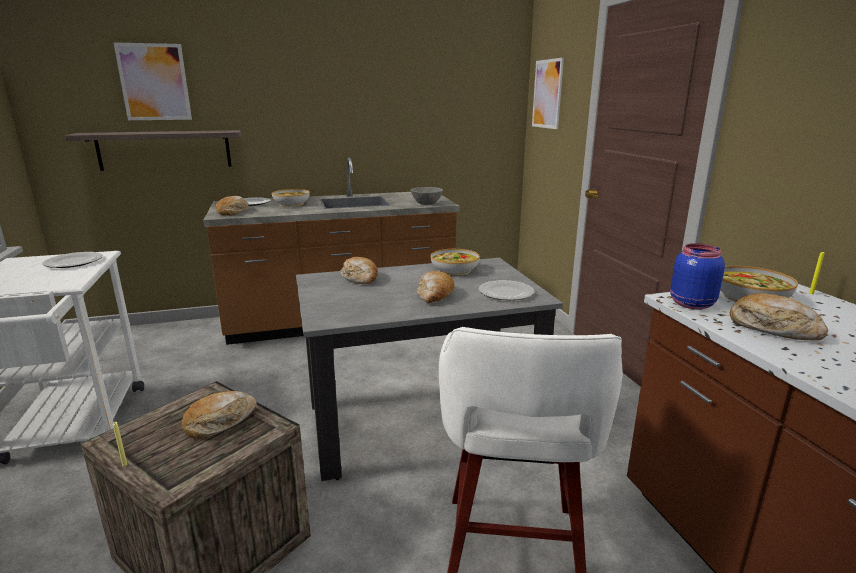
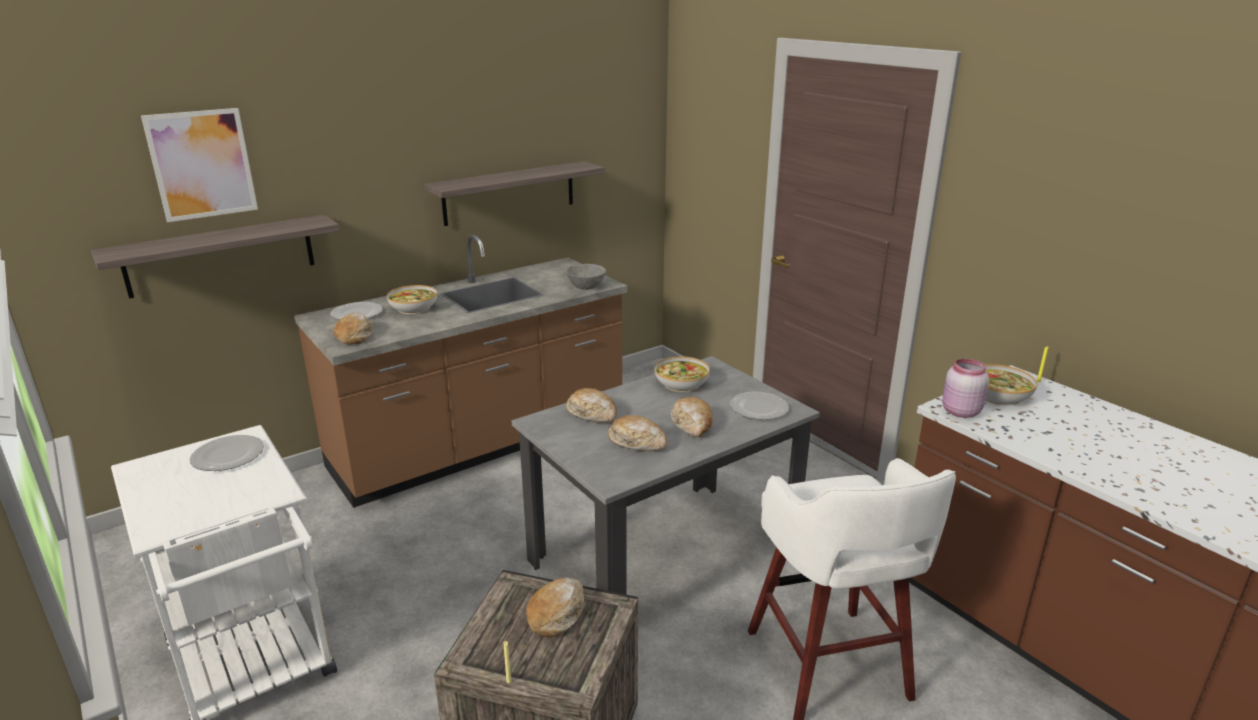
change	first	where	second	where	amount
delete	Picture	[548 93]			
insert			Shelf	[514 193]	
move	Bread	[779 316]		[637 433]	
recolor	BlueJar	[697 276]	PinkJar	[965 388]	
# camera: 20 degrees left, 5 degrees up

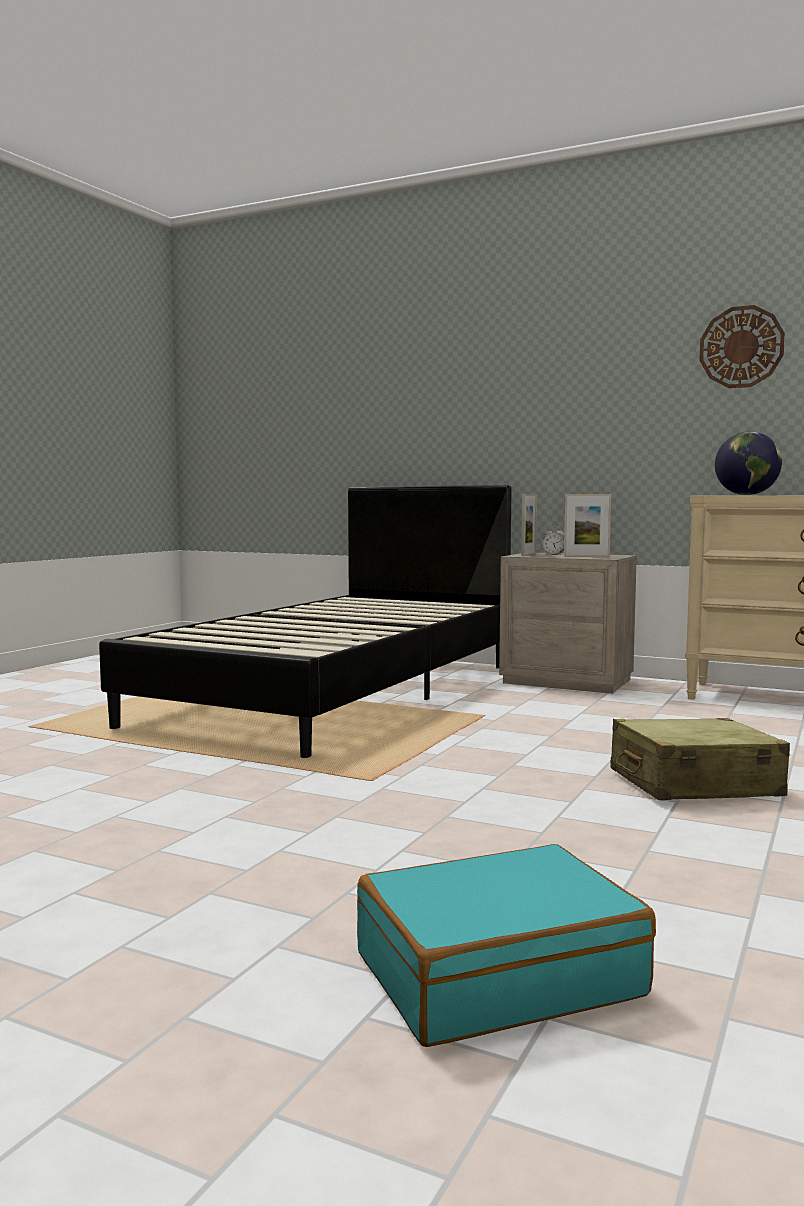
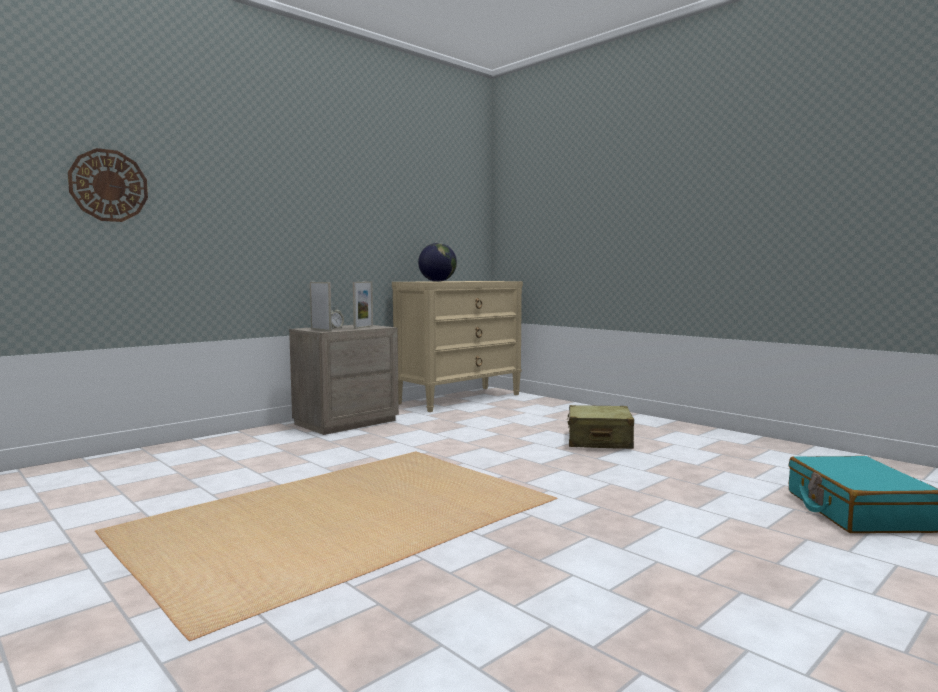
change	first	where	second	where	amount
delete	BlackBed	[305 621]			
move	WallClock	[742 346]		[108 185]	
# camera: 70 degrees left, 0 degrees up

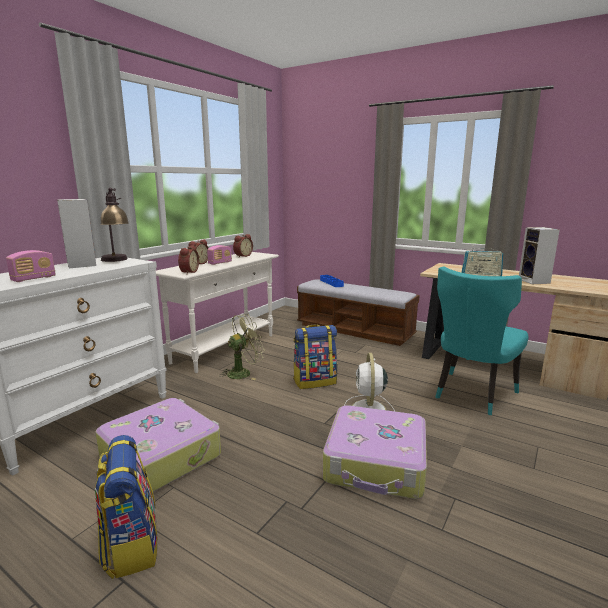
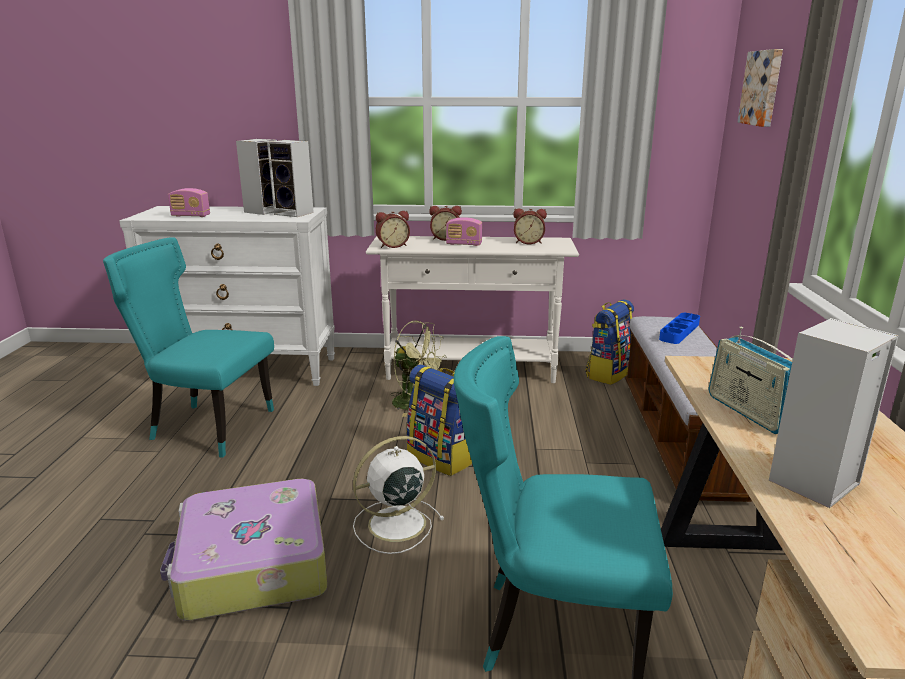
change	first	where	second	where	amount
insert			Picture	[760 88]	
move	Backpack	[126 507]		[610 342]	
replace	Suitcase	[158 445]	TurquoiseChair	[188 347]	
replace	TableLamp	[114 225]	Speaker	[290 178]	
# camera: 60 degrees right, 5 degrees up

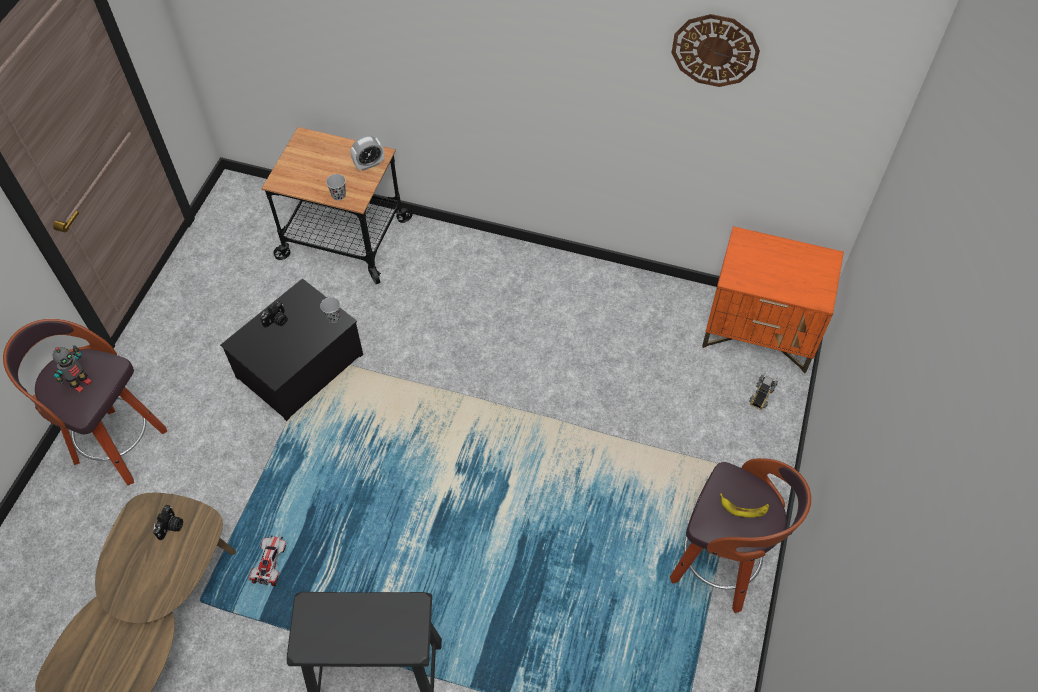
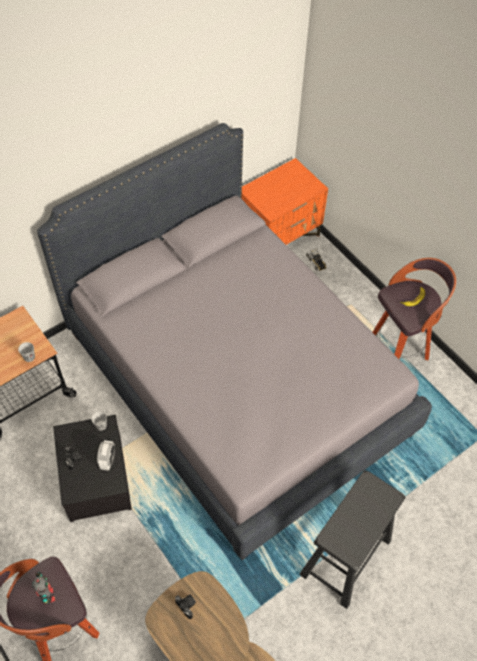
change	first	where	second	where	amount
delete	ToyCar	[267 560]			
delete	WallClock	[716 50]			
insert			GreyBed	[234 341]	
move	AlarmClock	[367 153]		[106 455]	
# camera: 55 degrees left, 0 degrees up

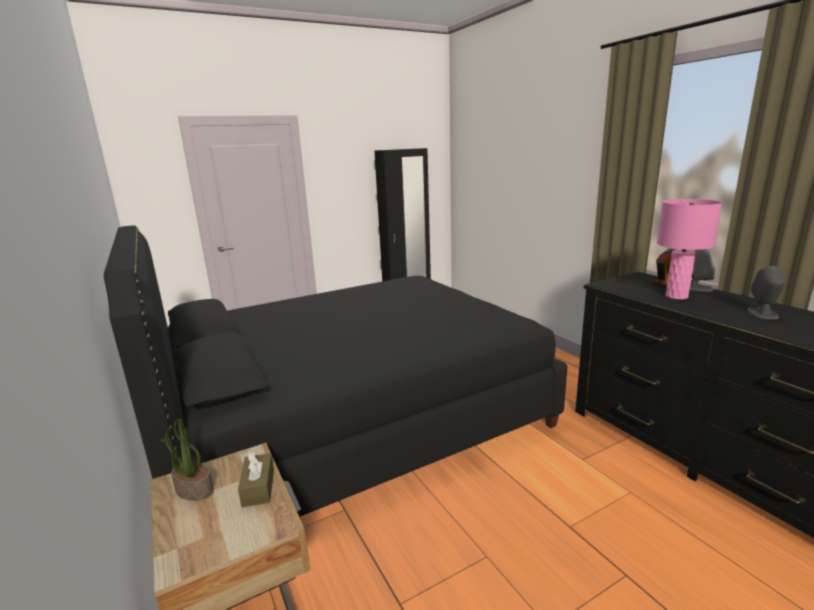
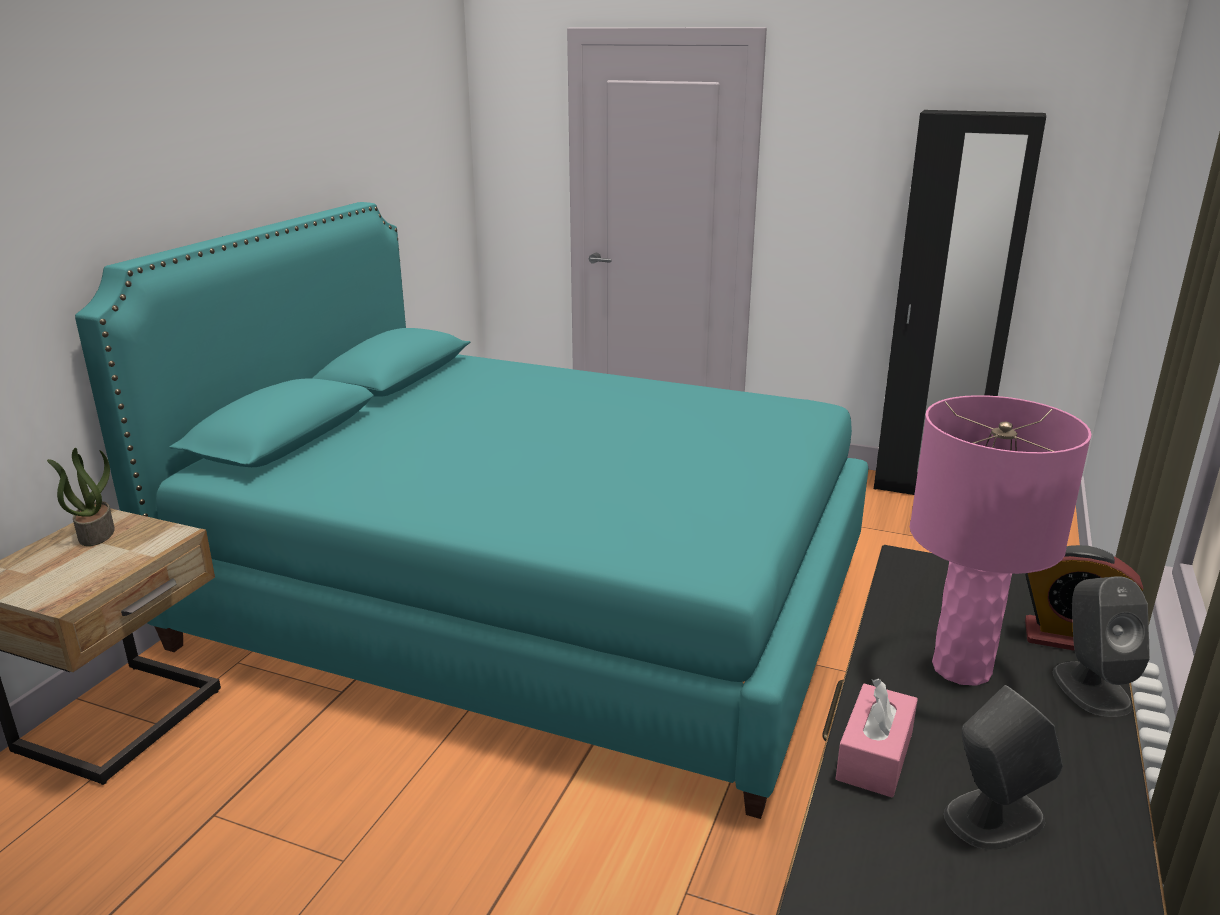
change	first	where	second	where	amount
delete	BrownTissueBox	[256 479]			
insert			PinkTissueBox	[877 737]	
recolor	BlackBed	[335 371]	TurquoiseBed	[472 510]	
# camera: 50 degrees right, 5 degrees up

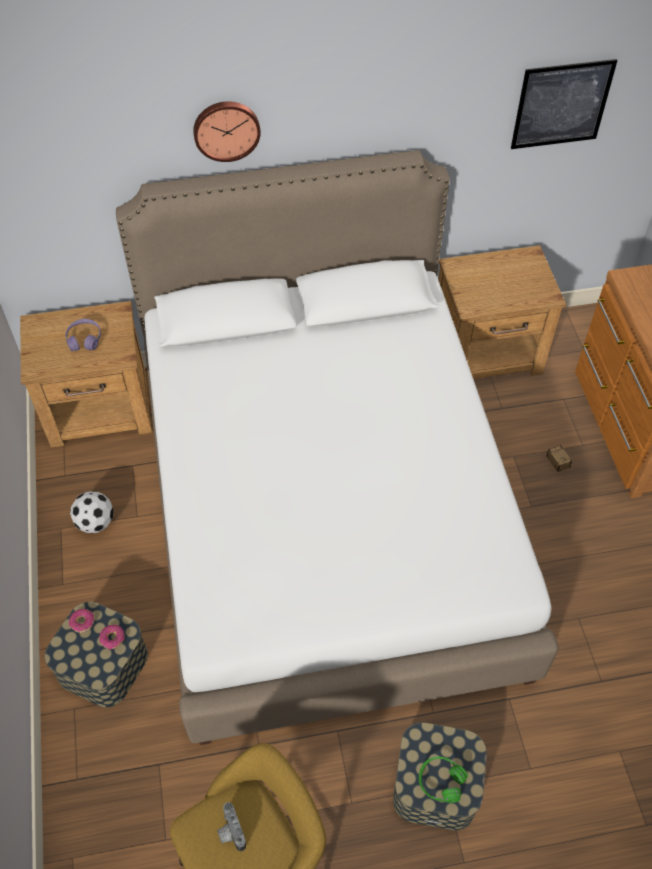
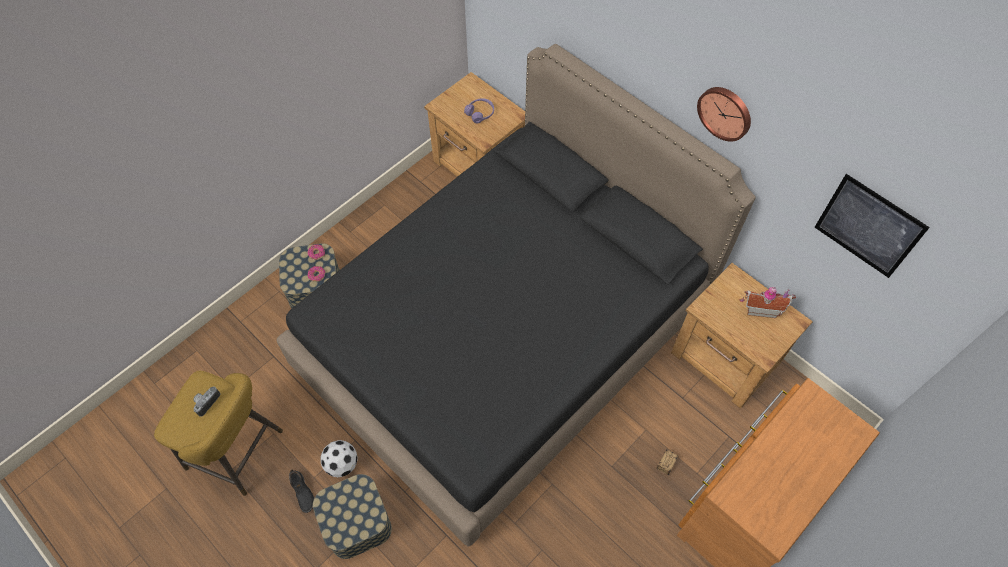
change	first	where	second	where	amount
delete	GreenHeadphones	[443 779]			
insert			BlackShoe	[301 491]	
insert			ToyHouse	[768 302]	
move	Football	[92 512]		[338 458]	
move	WallClock	[227 131]		[724 114]	
recolor	WhiteBed	[337 447]	BlackBed	[516 295]	
# camera: 55 degrees right, 5 degrees up

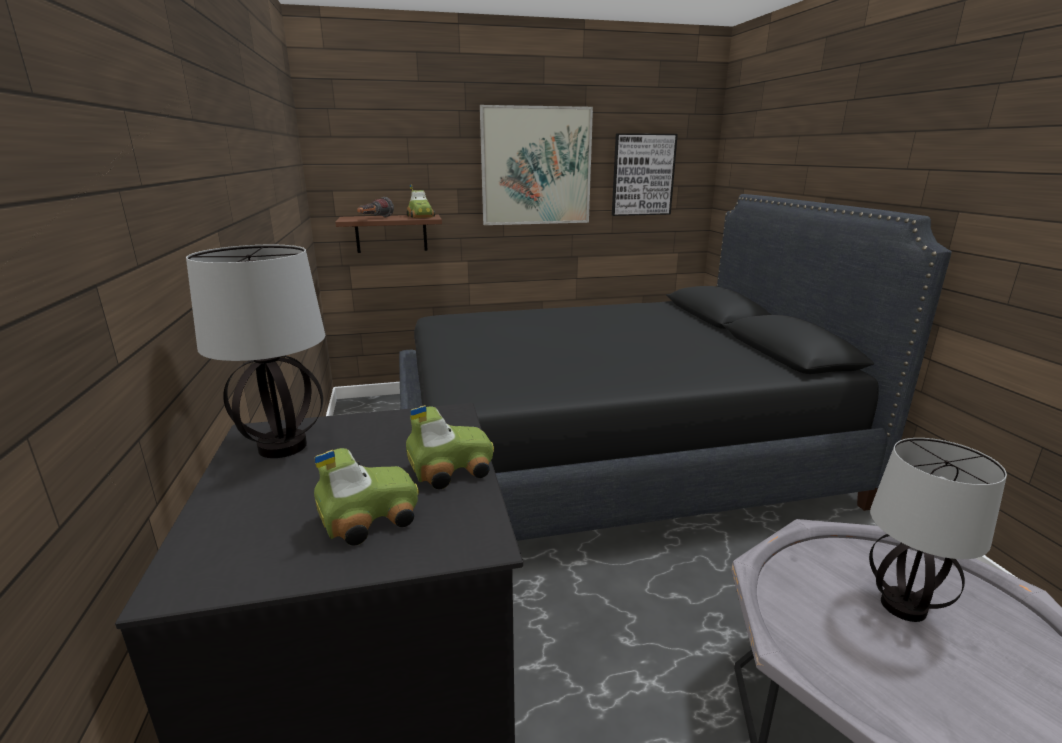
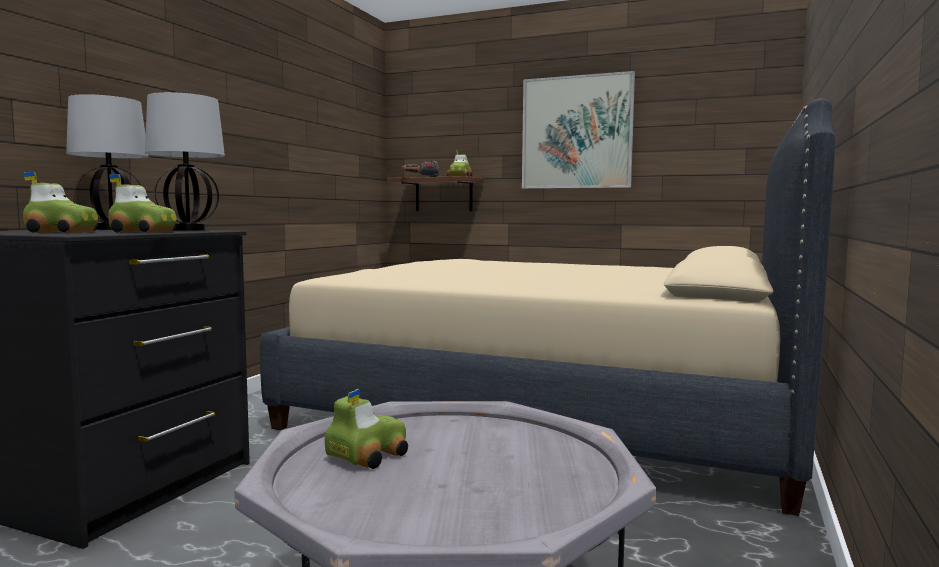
change	first	where	second	where	amount
delete	Picture	[645 174]			
insert			ToyCar	[366 429]	
move	TableLamp	[938 530]		[185 161]	
recolor	BlackBed	[675 367]	BeigeBed	[547 307]	
# camera: 35 degrees right, 15 degrees down

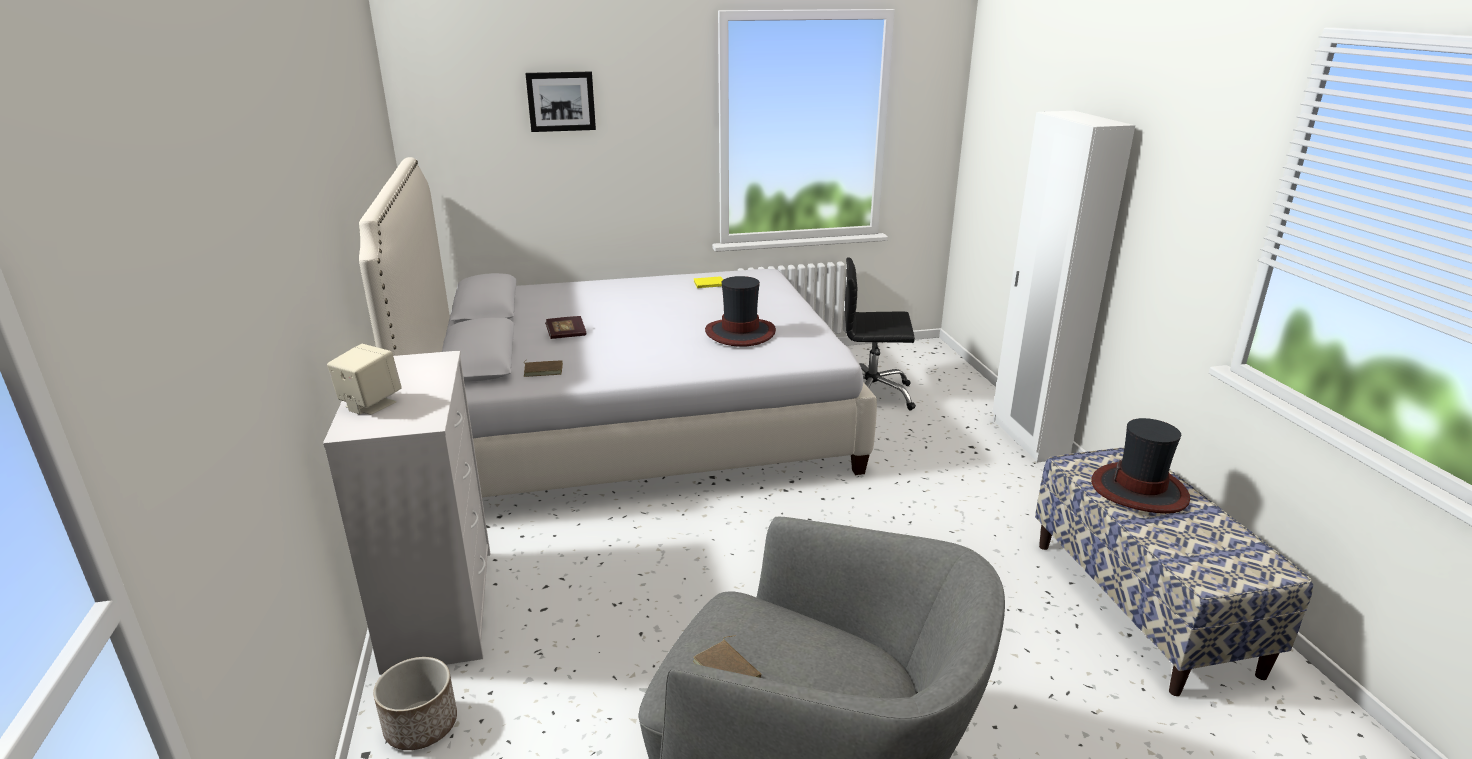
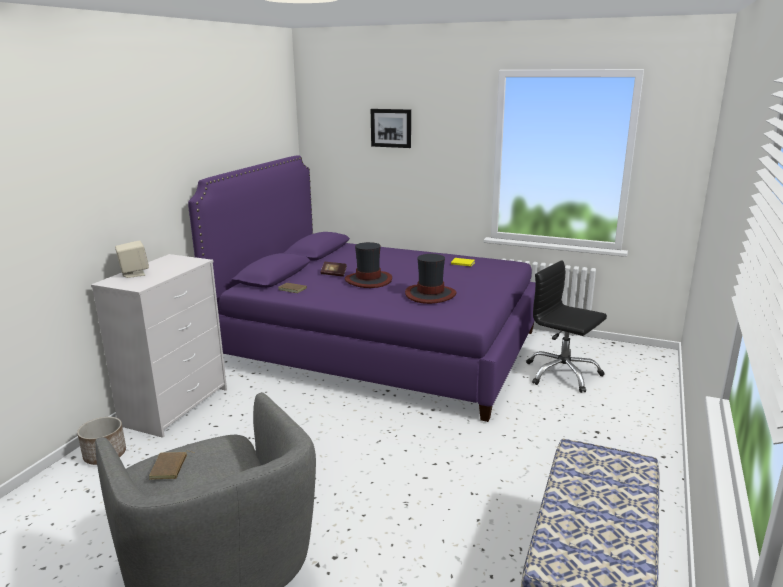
change	first	where	second	where	amount
delete	WhiteWardrobe	[1064 286]			
move	Hat	[1140 466]		[368 265]	
recolor	WhiteBed	[618 327]	PurpleBed	[361 288]	
# camera: 35 degrees right, 5 degrees down

